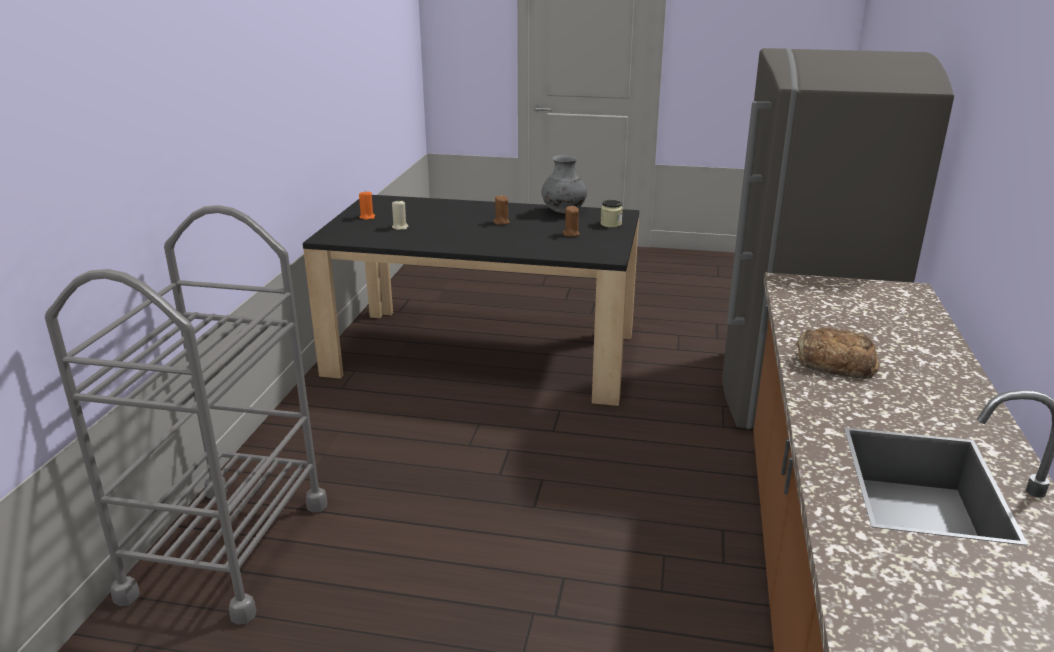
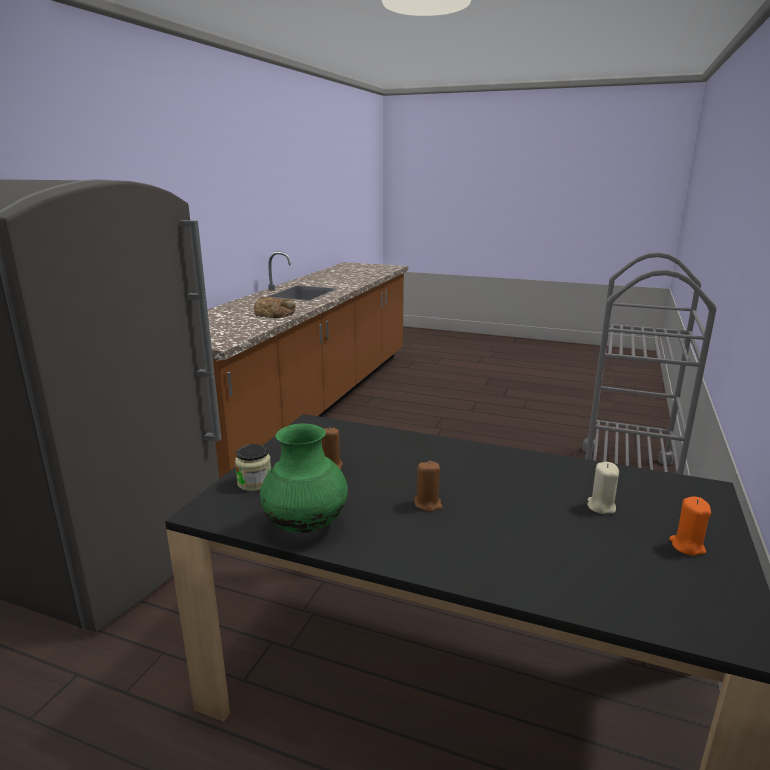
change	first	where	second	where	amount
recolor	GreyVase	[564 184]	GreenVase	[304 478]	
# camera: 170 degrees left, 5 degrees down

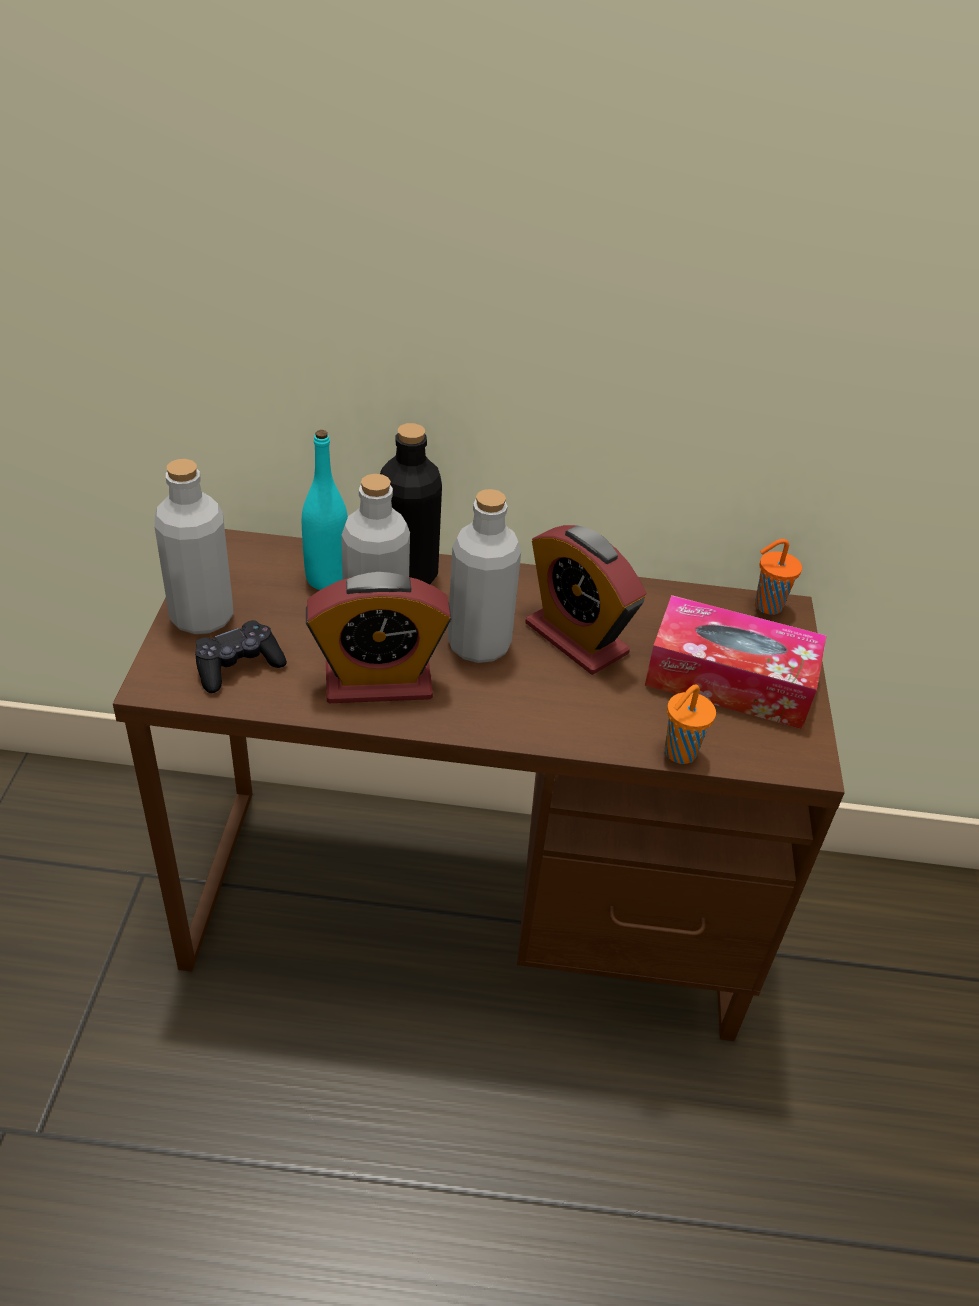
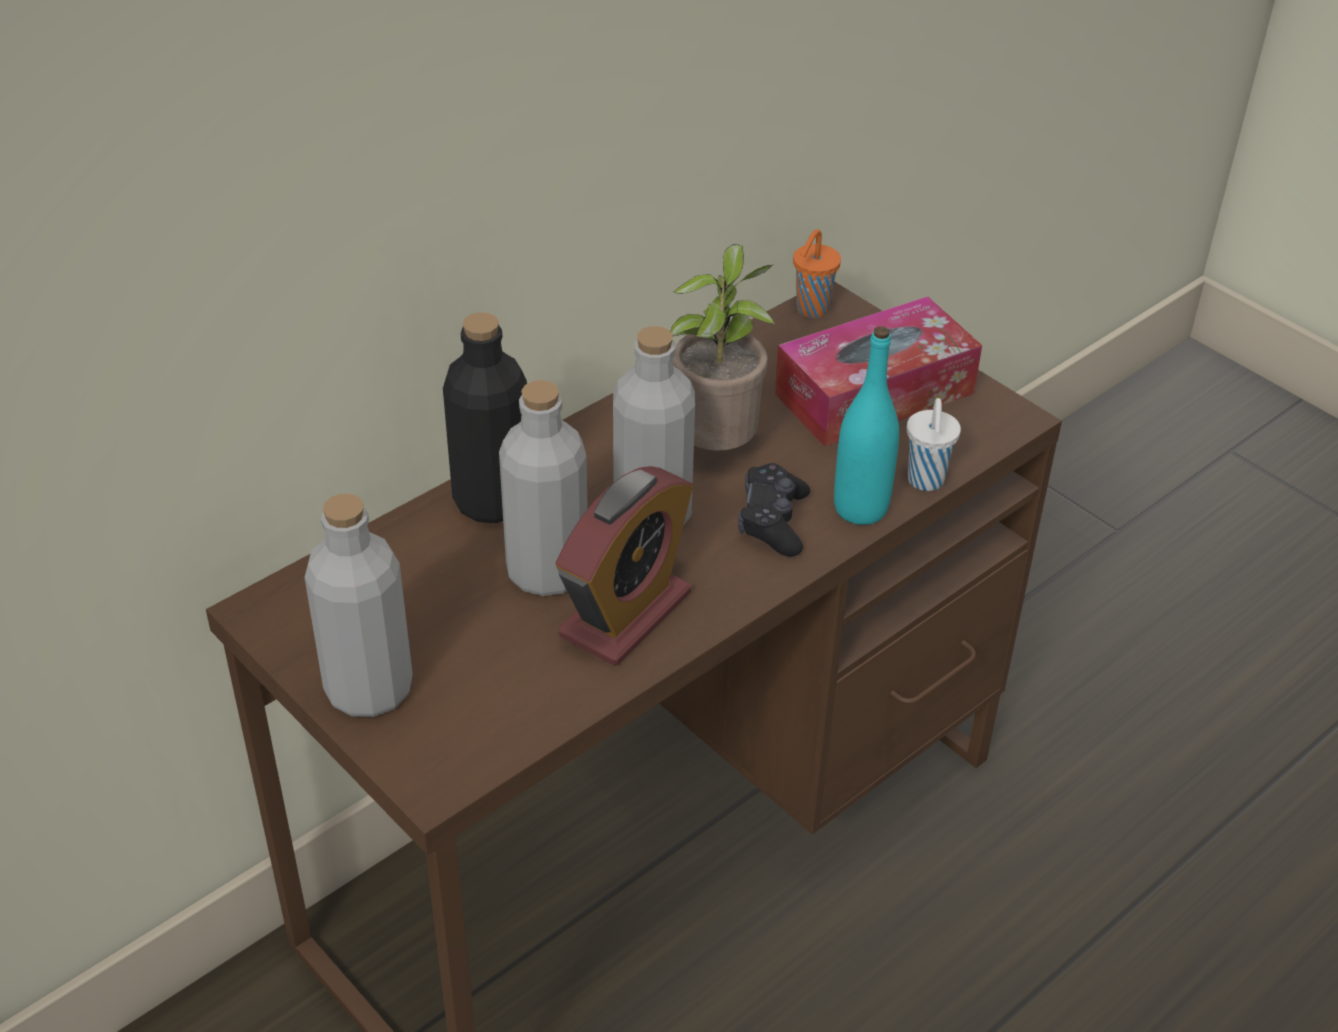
change	first	where	second	where	amount
move	BlackGameController	[241 656]		[774 509]	
move	TurquoiseBottle	[325 510]		[866 425]	
replace	AlarmClock	[586 600]	PottedPlant	[722 347]	
recolor	OrangeCup	[690 724]	WhiteCup	[934 444]	
# camera: 45 degrees left, 0 degrees up

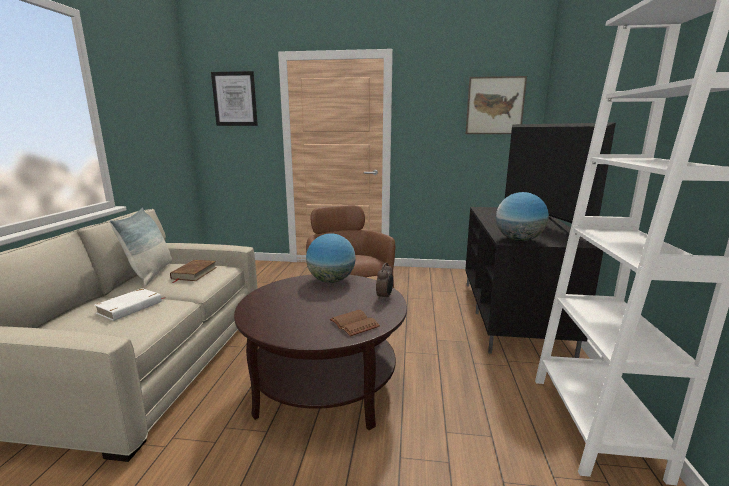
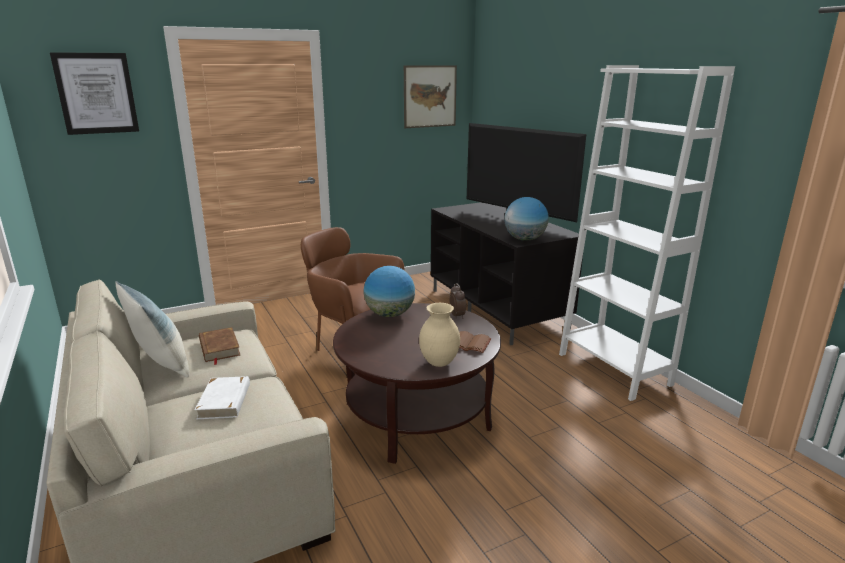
change	first	where	second	where	amount
insert			BeigeVase	[439 335]	
# camera: 35 degrees left, 5 degrees up

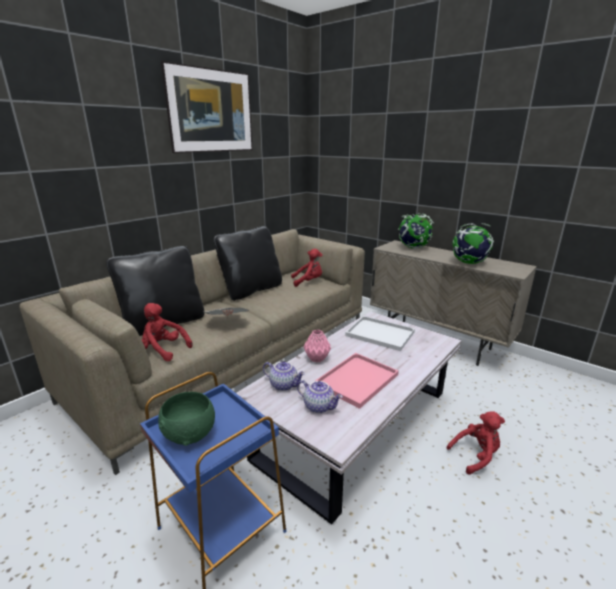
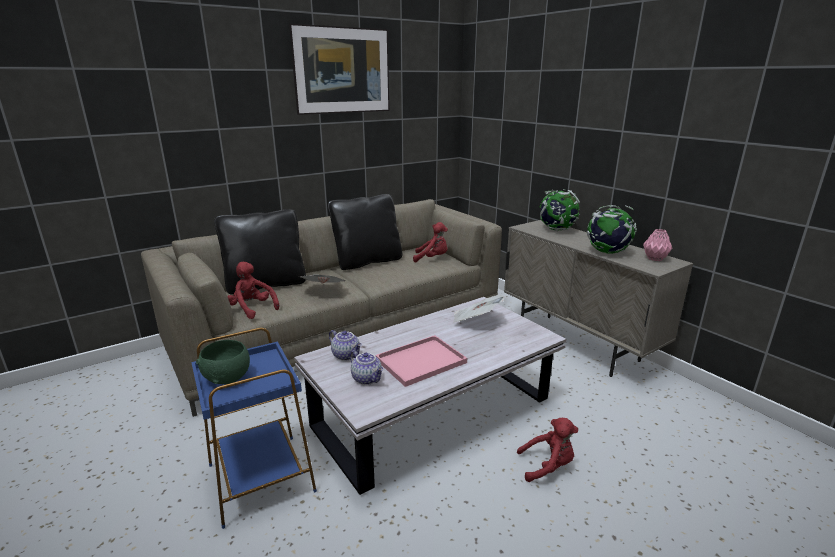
change	first	where	second	where	amount
move	PinkVase	[317 346]		[657 245]	
replace	WhiteTray	[380 333]	Newspaper	[479 308]	
# camera: 15 degrees right, 0 degrees up

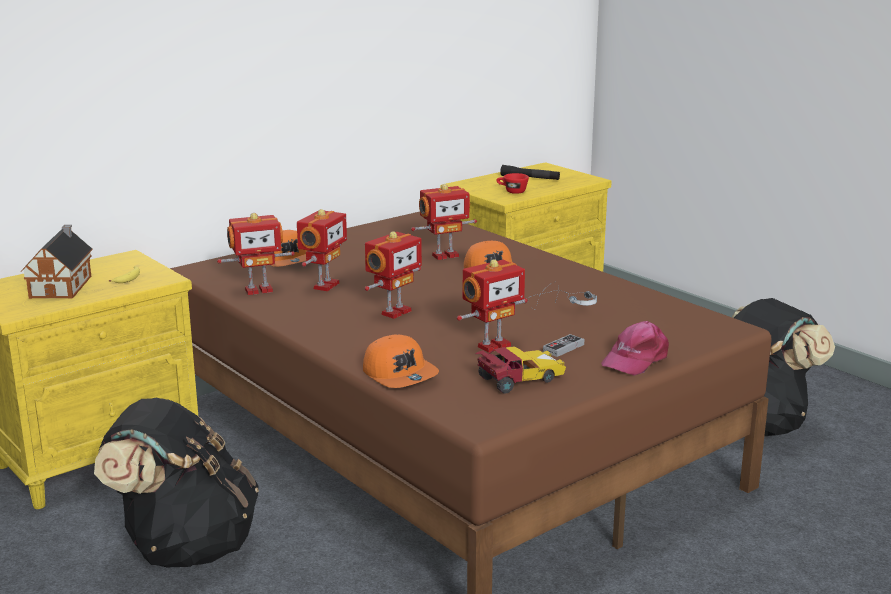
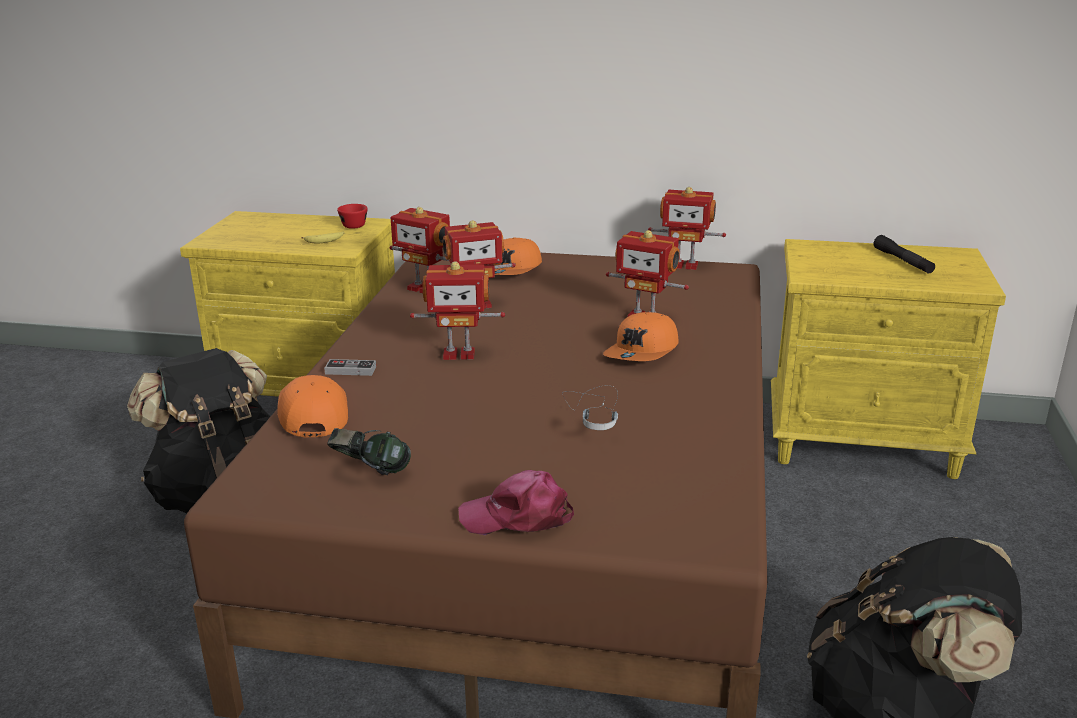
change	first	where	second	where	amount
delete	ToyHouse	[57 262]			
move	ToyRobot	[492 306]		[687 228]	
move	RedCup	[512 183]		[352 216]	
move	GameController	[563 345]		[350 367]	
replace	ToyCar	[521 370]	Headphones	[369 451]	
rotate	OrangeCap	[401 361]		[312 406]	150 degrees clockwise
# camera: 50 degrees right, 5 degrees up

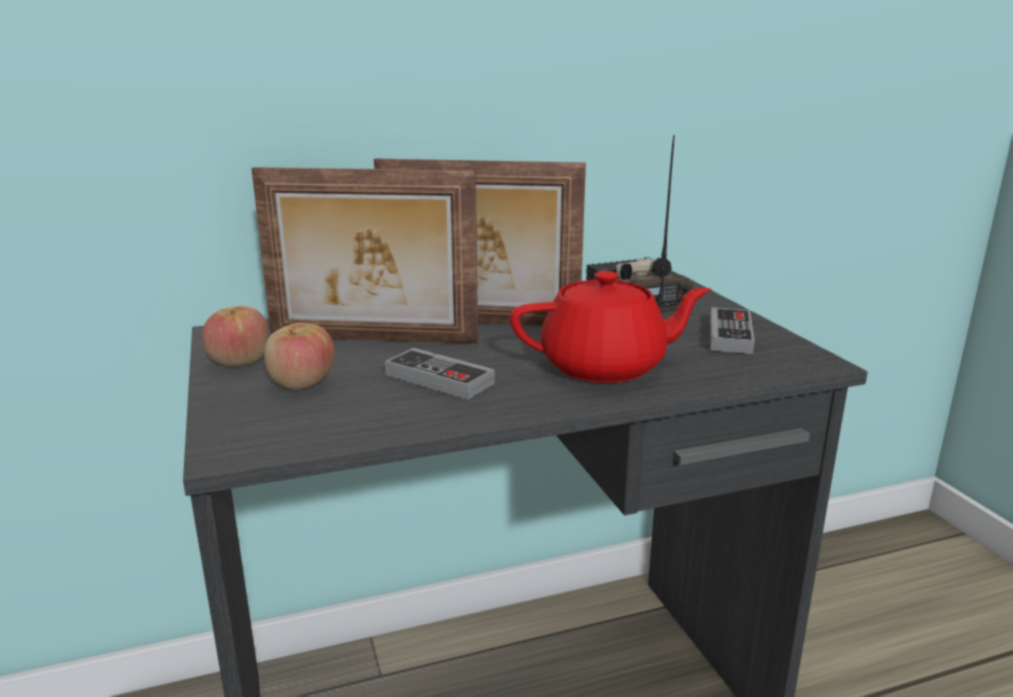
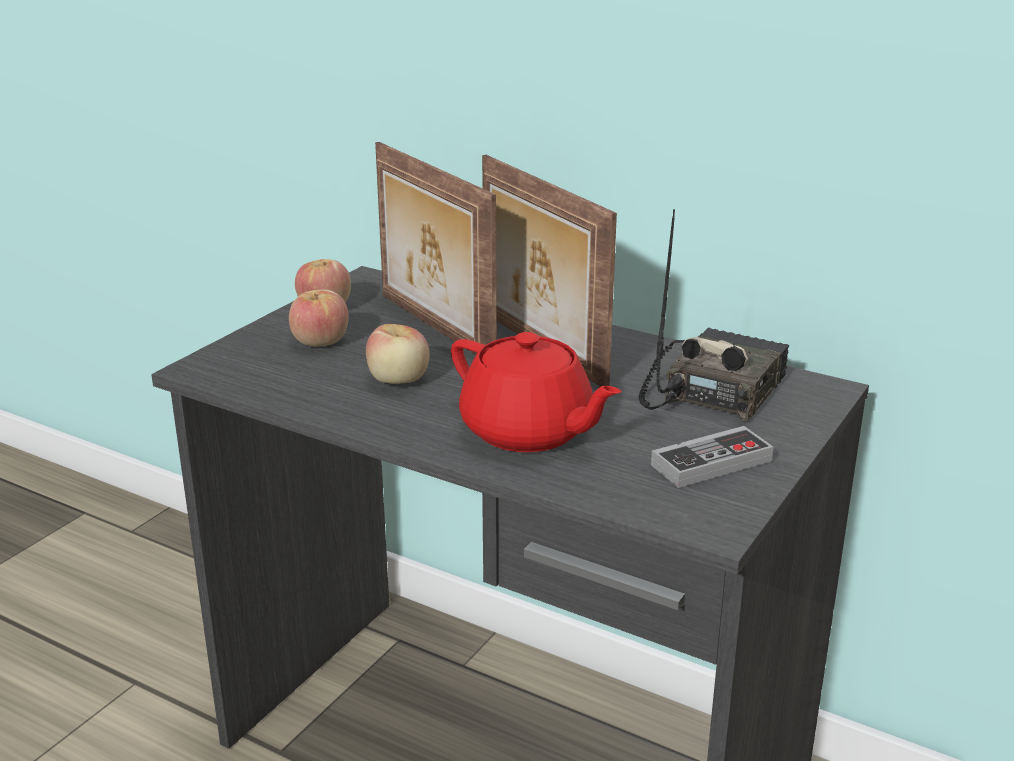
change	first	where	second	where	amount
replace	GameController	[440 374]	Apple	[398 354]	
# camera: 50 degrees right, 5 degrees up

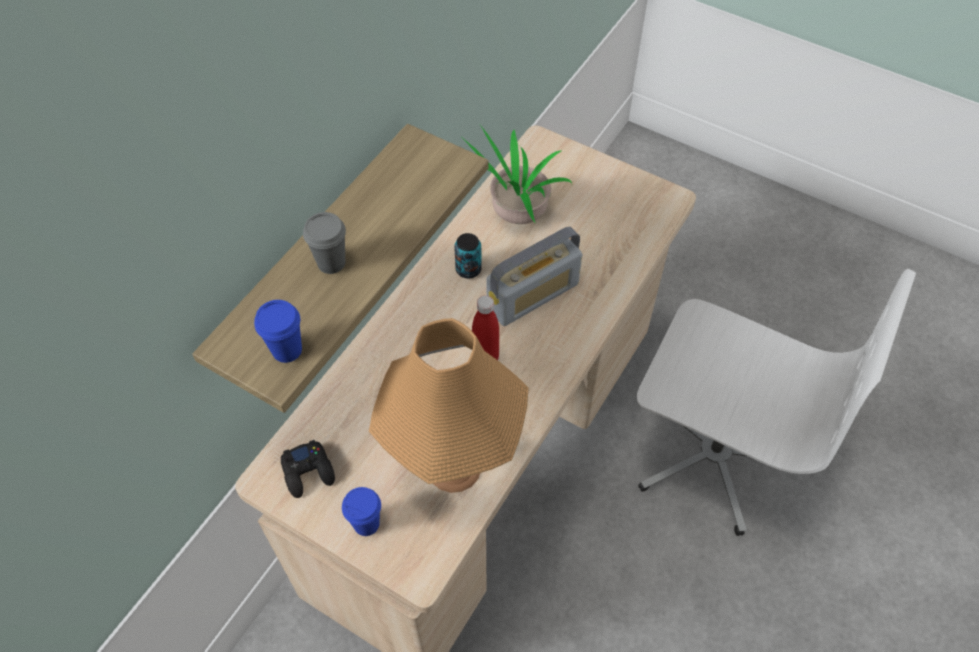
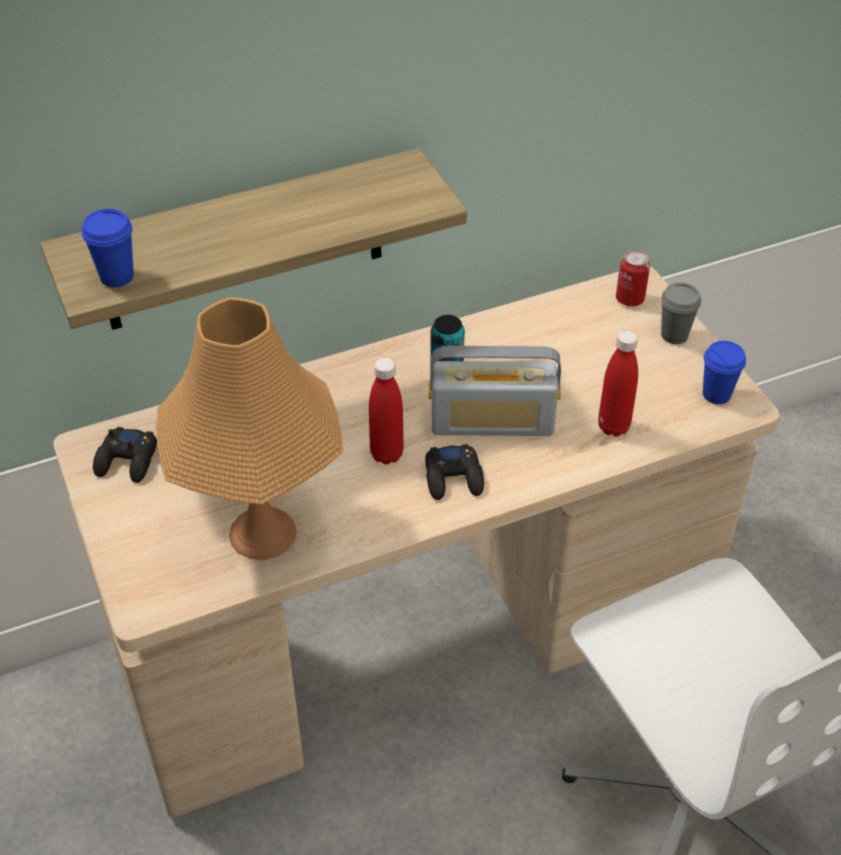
change	first	where	second	where	amount
delete	PottedPlant	[517 174]			
insert			BlackGameController	[454 472]	
insert			RedBottle	[618 383]	
insert			Can	[633 278]	
move	GreyCup	[324 243]		[681 313]	
move	BlueCup	[361 511]		[724 372]	
# camera: 35 degrees right, 10 degrees down

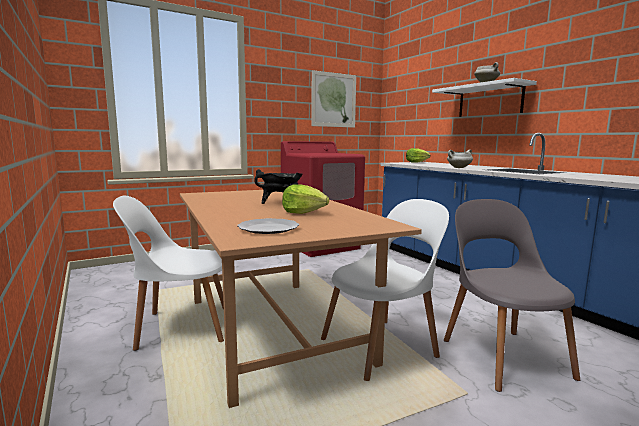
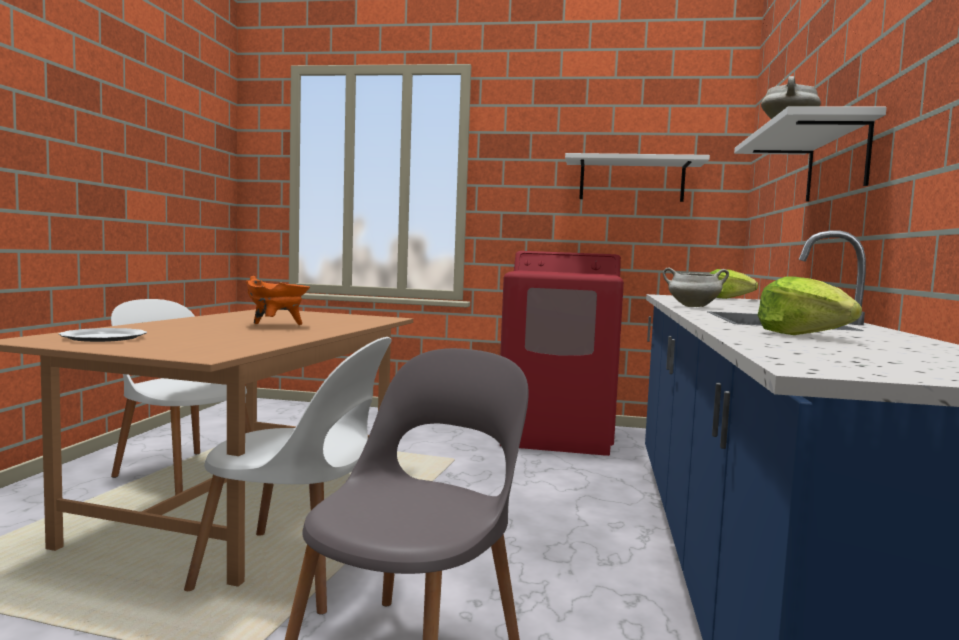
change	first	where	second	where	amount
move	Lettuce	[305 199]		[810 305]	
replace	Picture	[333 99]	WhiteShelf	[637 177]	
recolor	BlackCookingPot	[278 186]	OrangeCookingPot	[277 300]	
# camera: 40 degrees right, 5 degrees down

